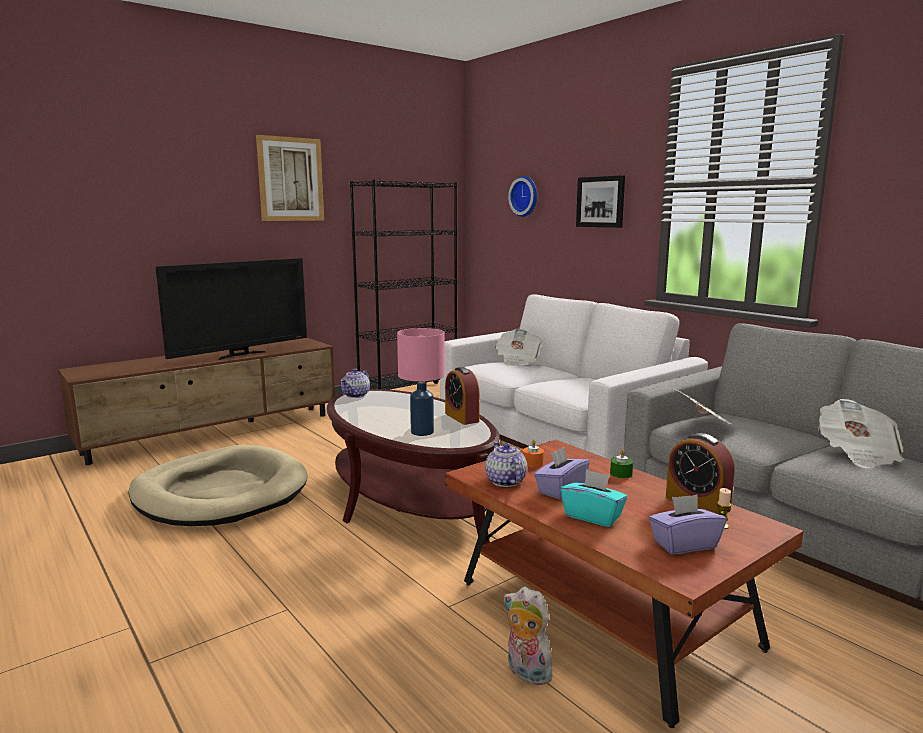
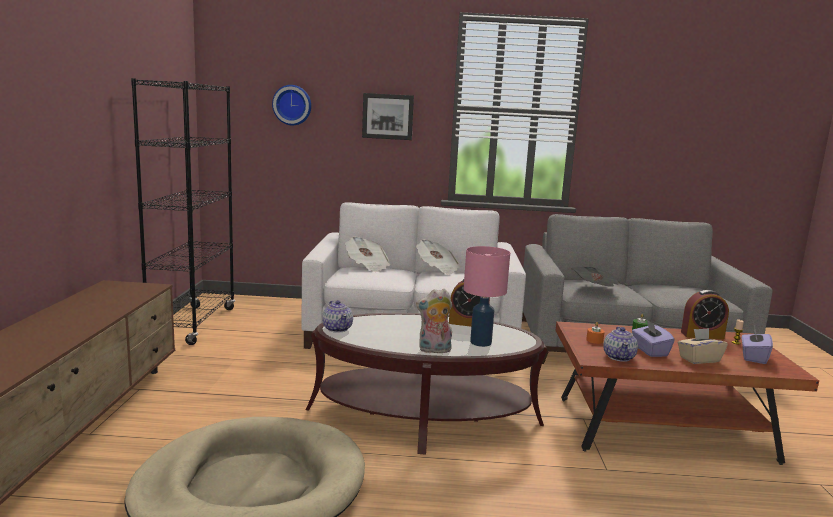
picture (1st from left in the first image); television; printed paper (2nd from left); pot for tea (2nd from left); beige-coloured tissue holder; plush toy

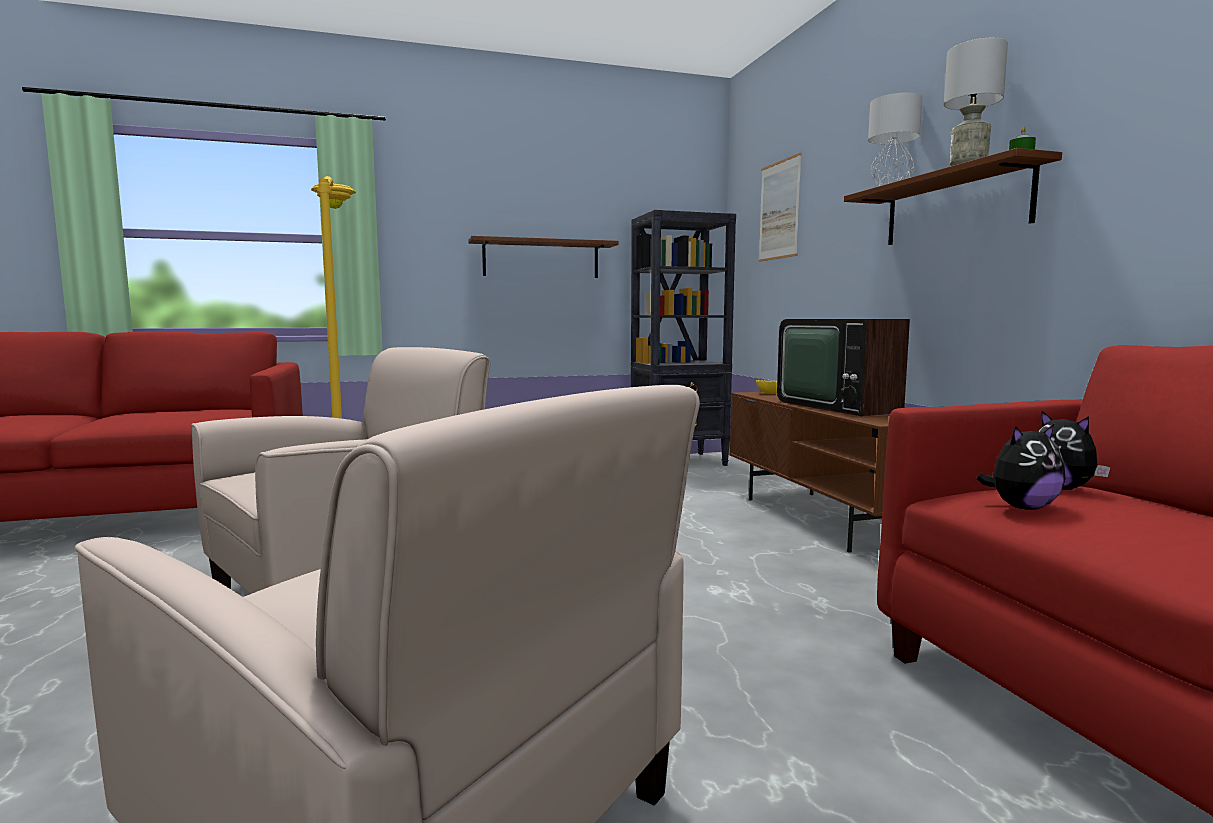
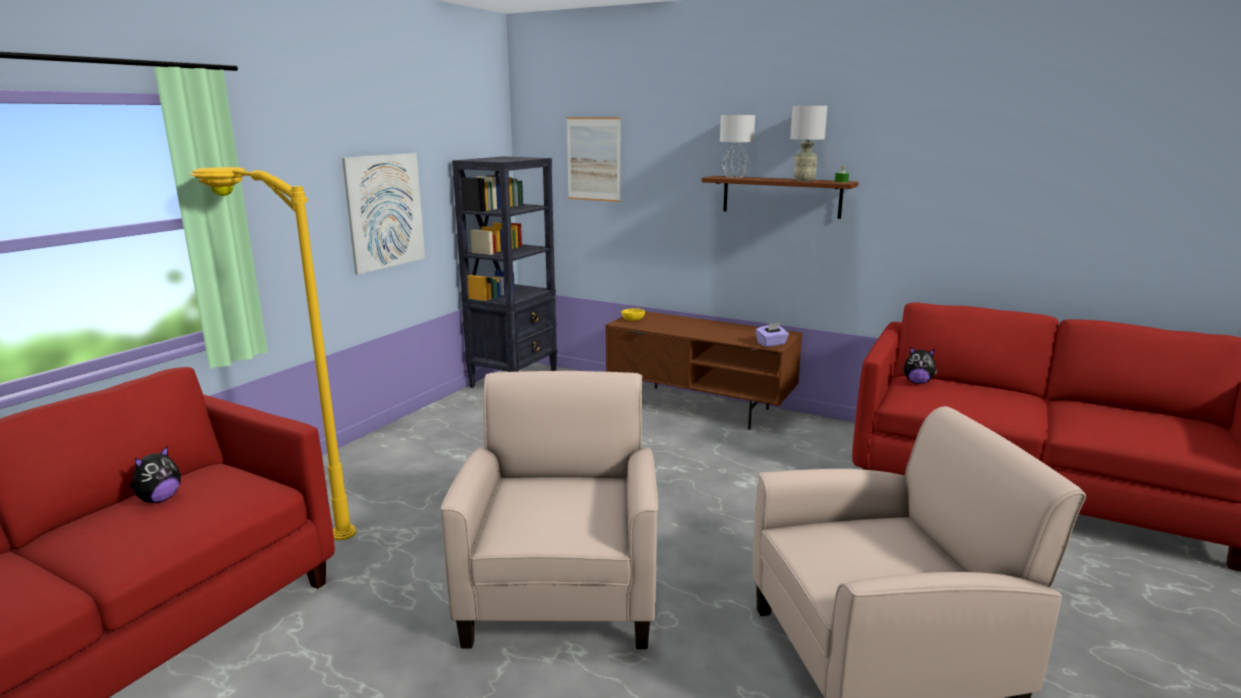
picture (1st from left); television; plush toy (1st from left); purplish tissue holder

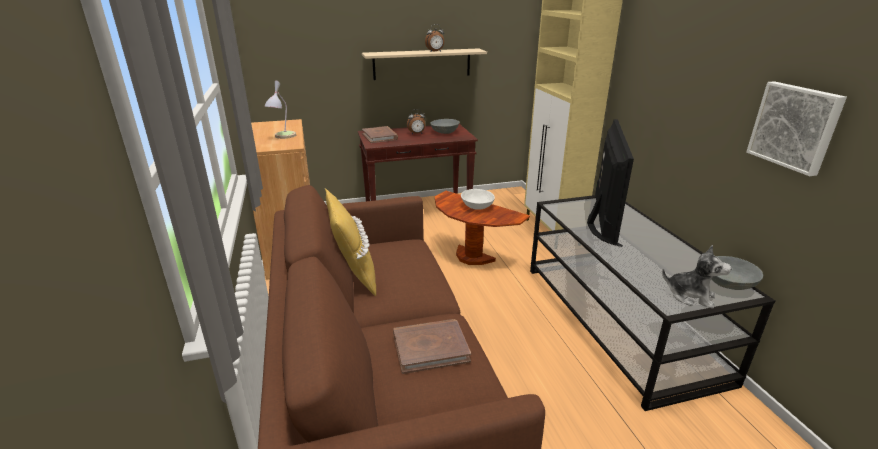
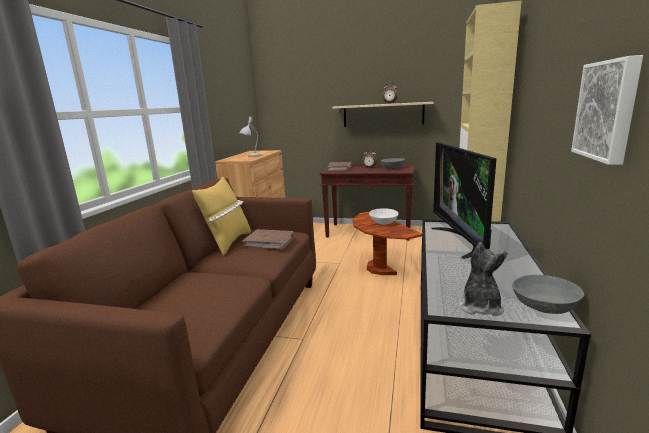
television; plush toy; brownish bound book (1st from left)

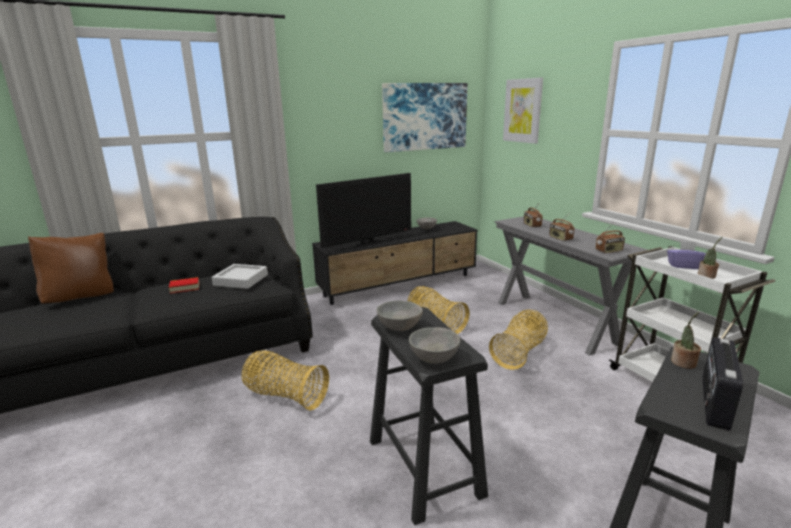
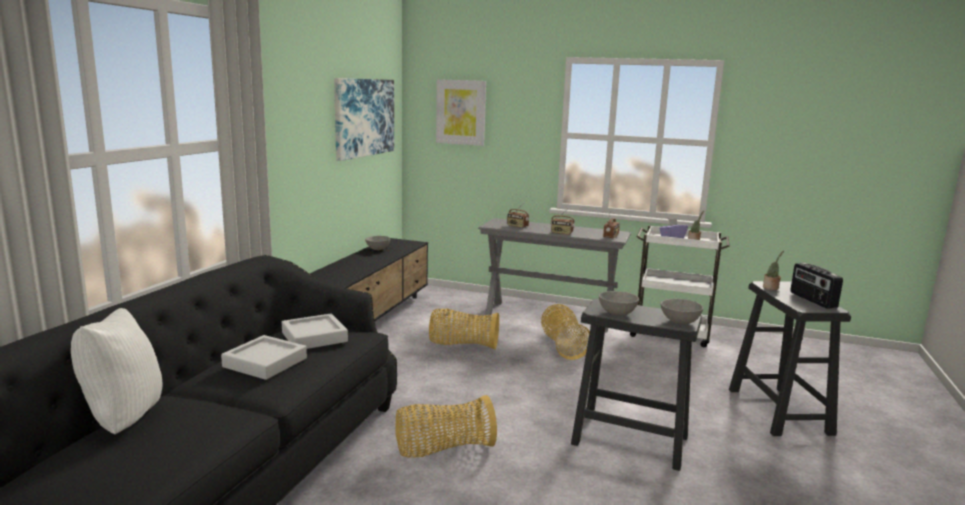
television; white pillow; grey tray (1st from left)

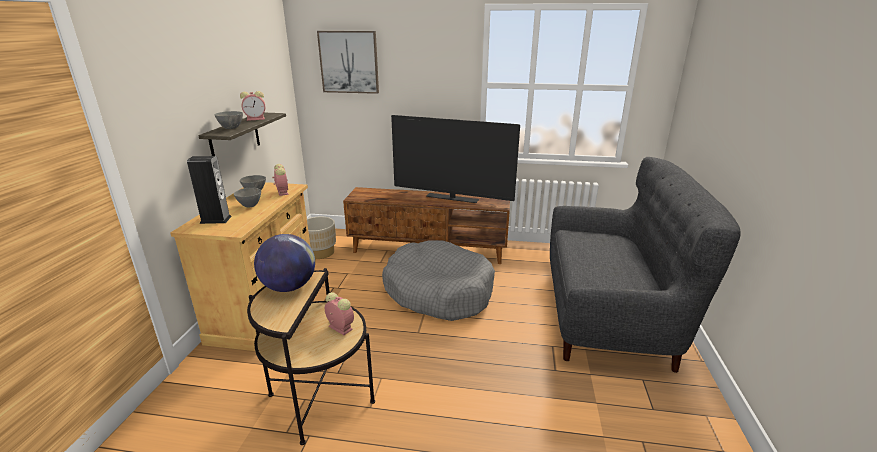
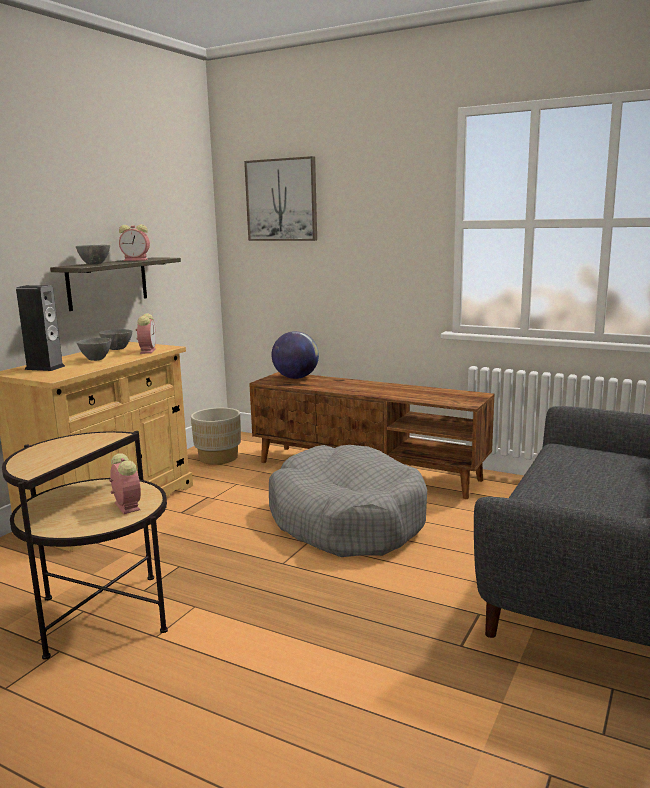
television; desk globe

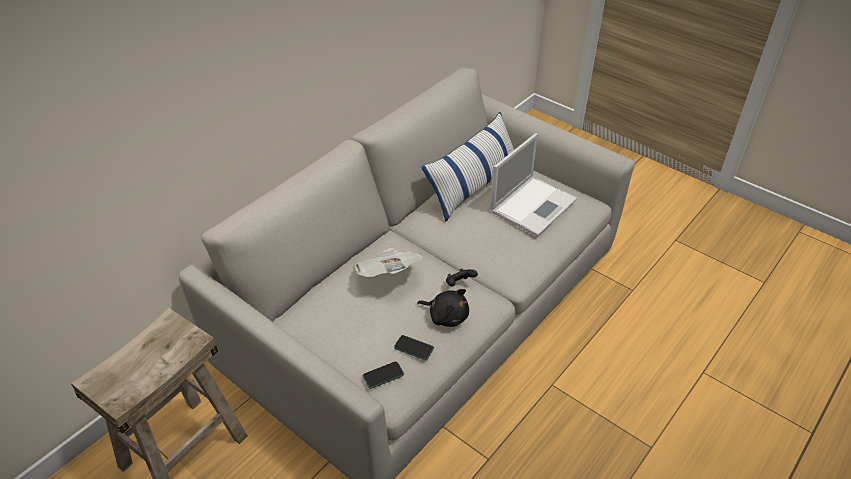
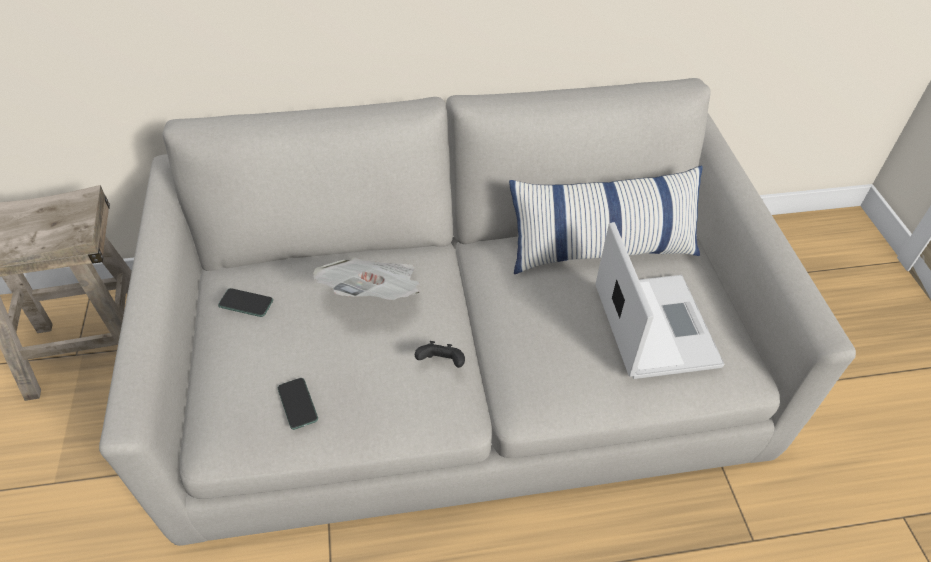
laptop; blackish plush toy; telephone (1st from left)

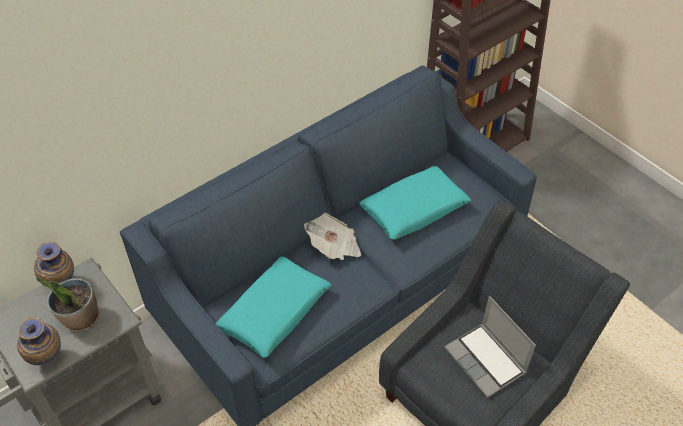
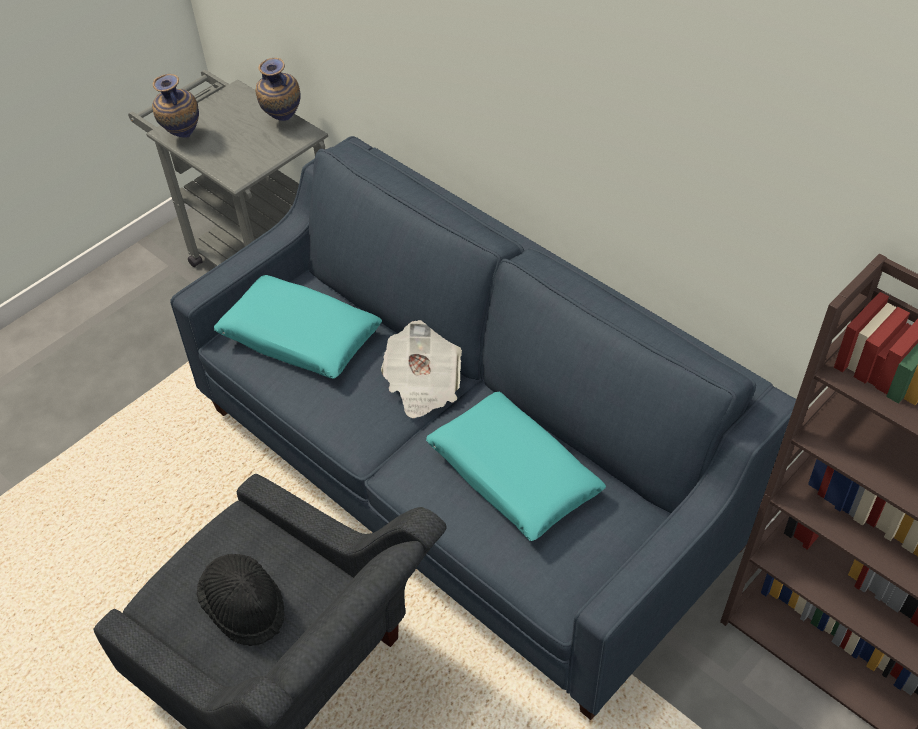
houseplant; blackish hat

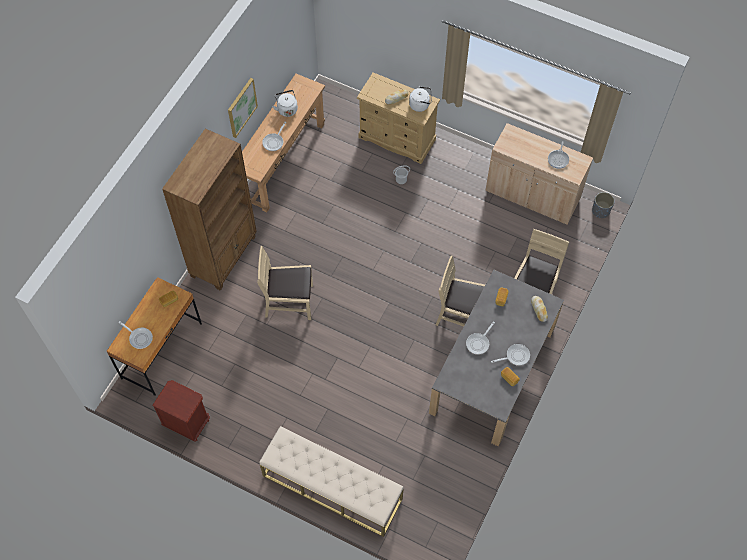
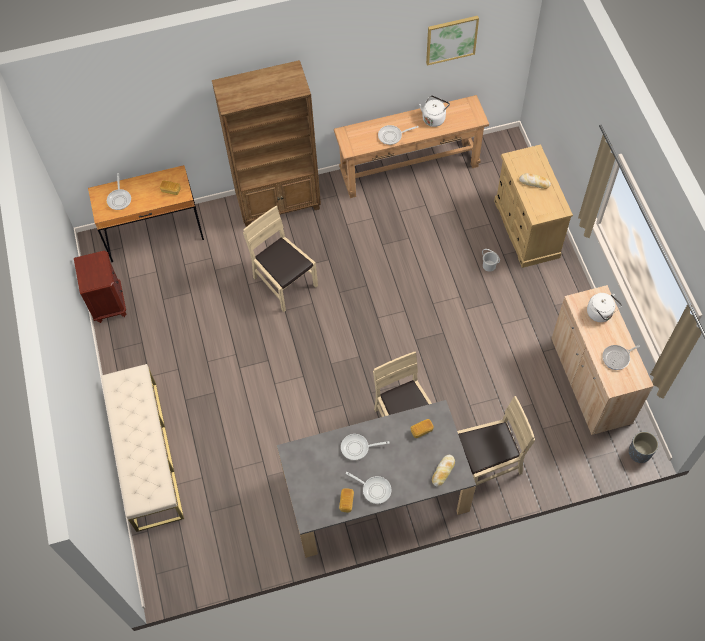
picture; white kettle (2nd from left)

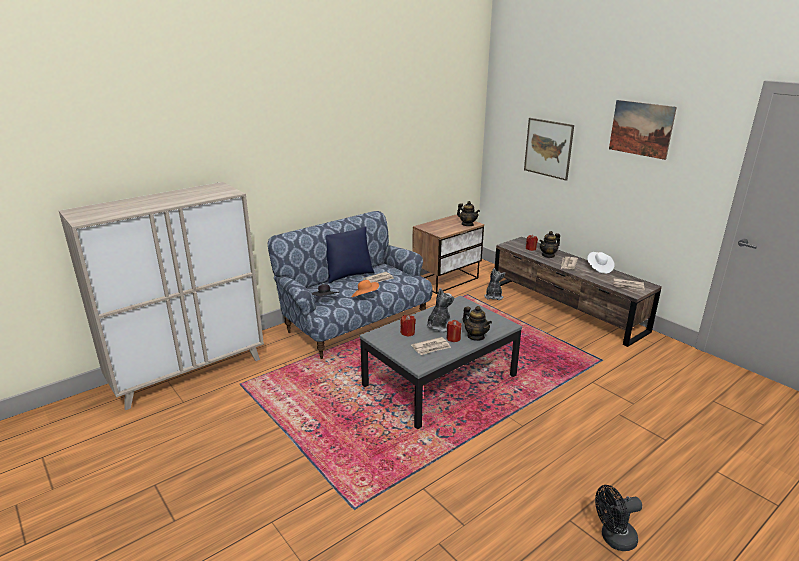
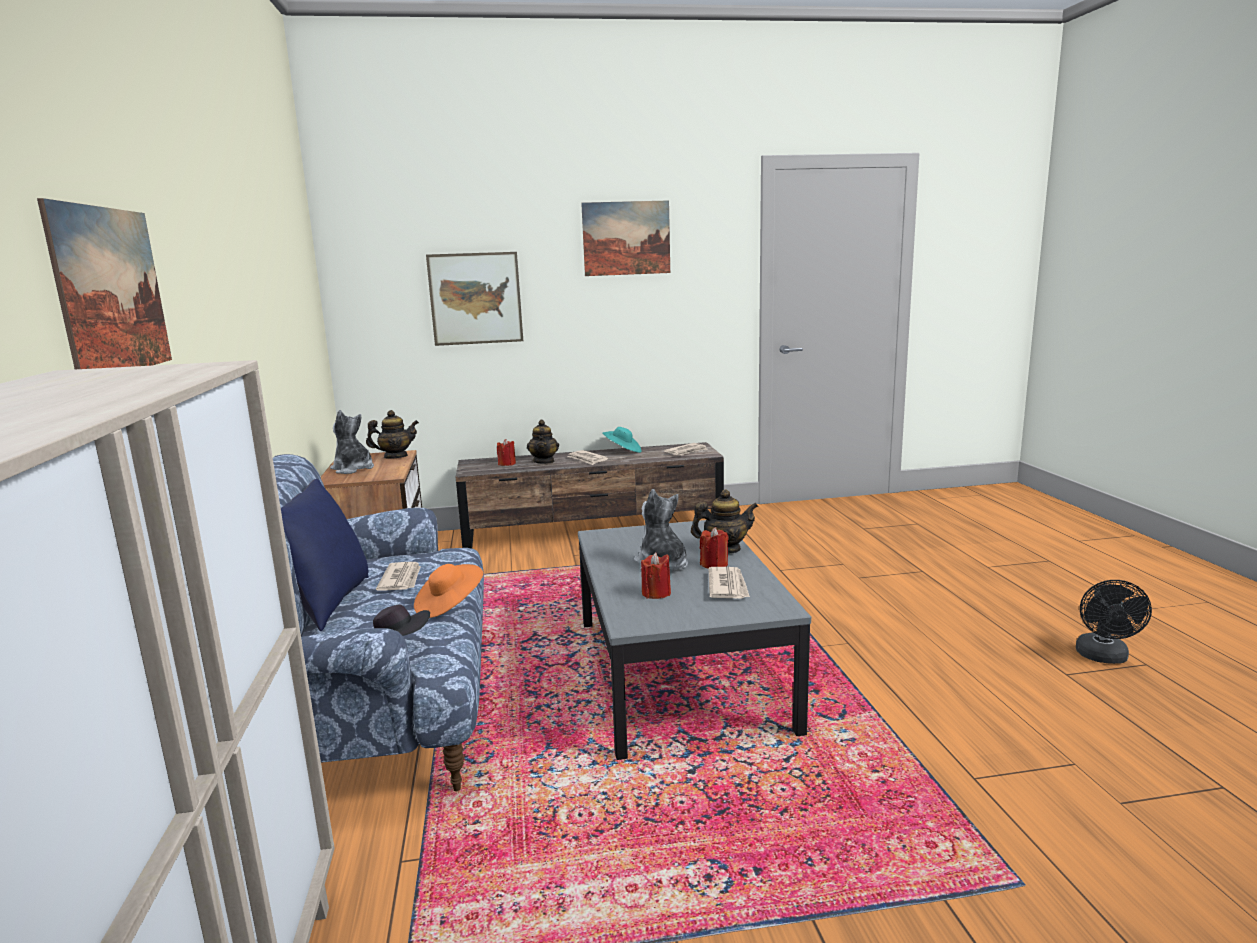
blue-green hat; plush toy (1st from left); picture (1st from left)

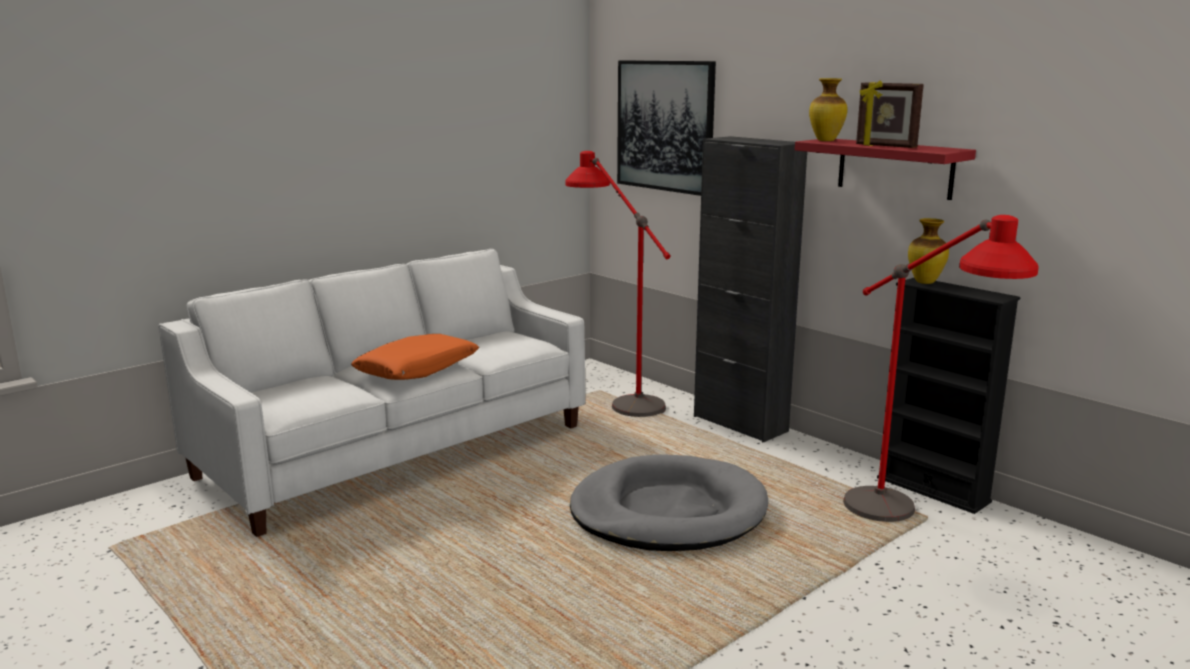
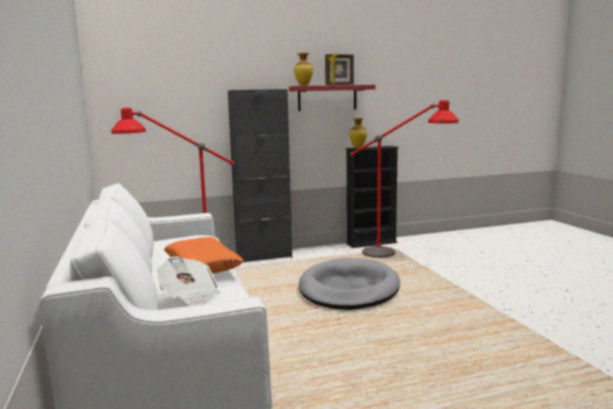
picture; printed paper

